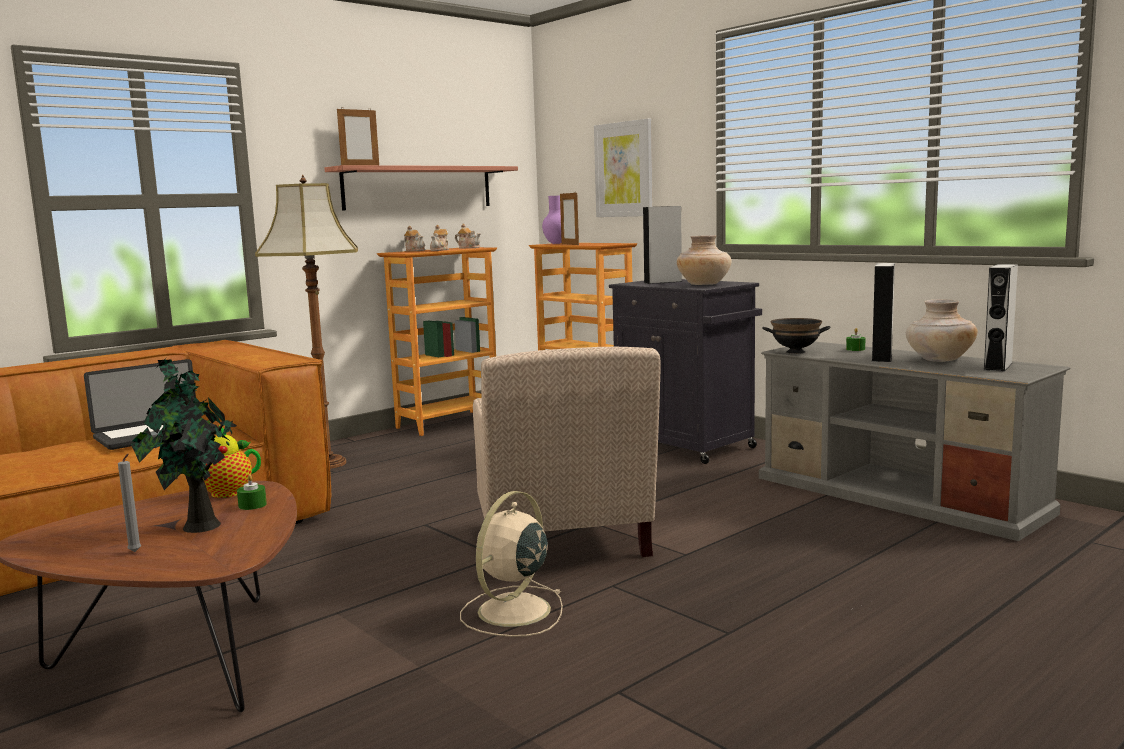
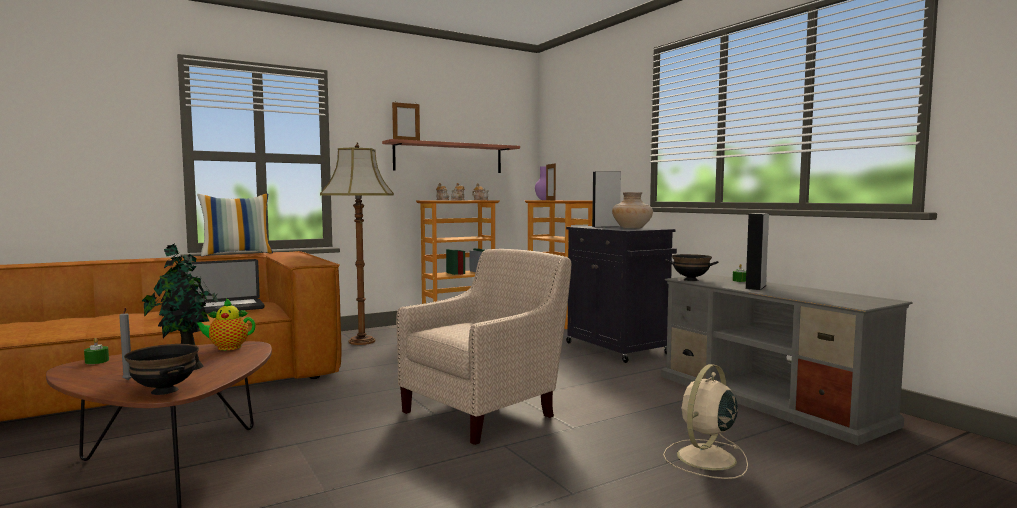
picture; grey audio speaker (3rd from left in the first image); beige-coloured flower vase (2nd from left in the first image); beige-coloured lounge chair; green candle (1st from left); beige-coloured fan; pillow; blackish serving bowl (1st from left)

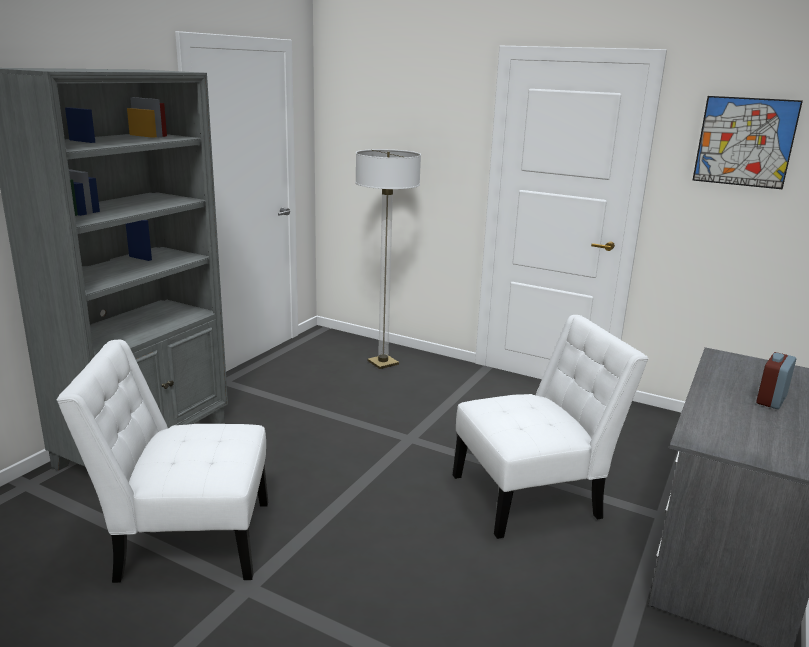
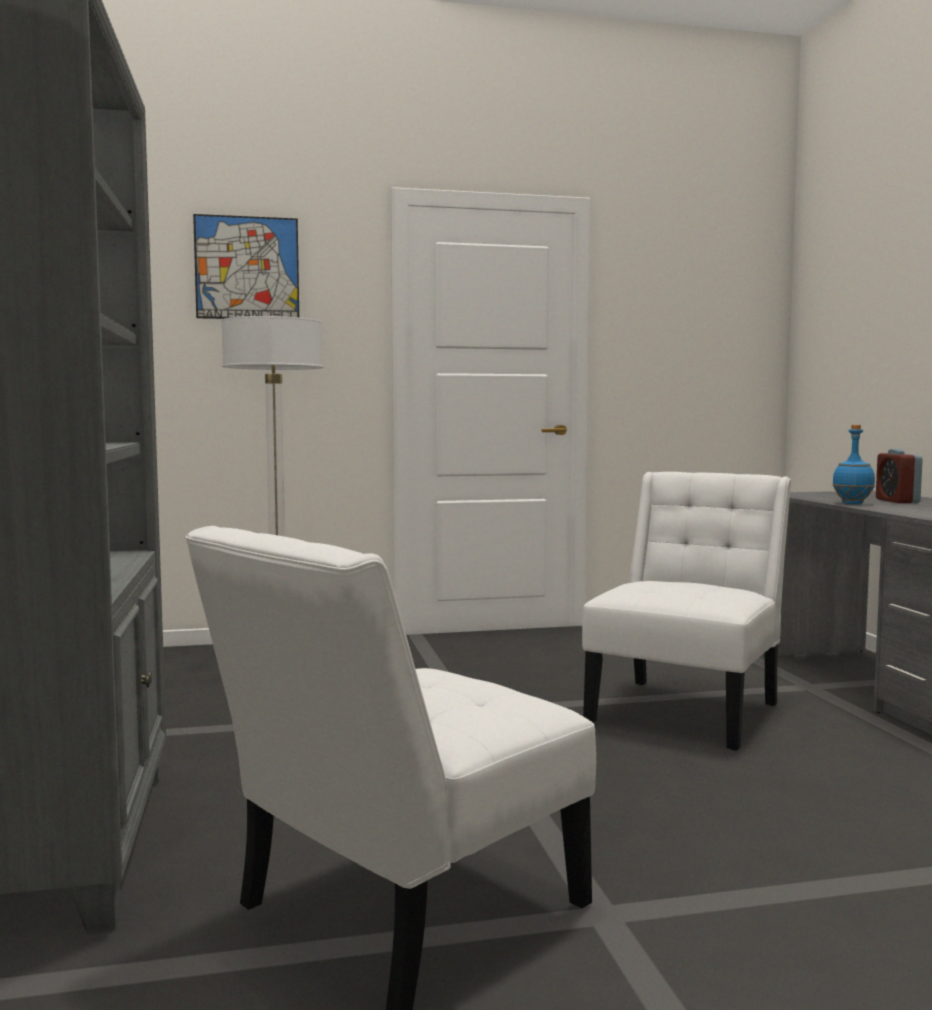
picture; bluish drink bottle

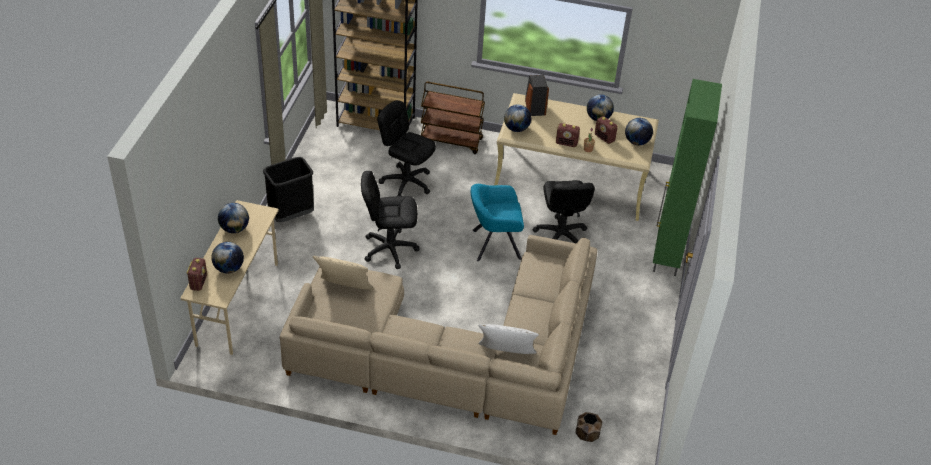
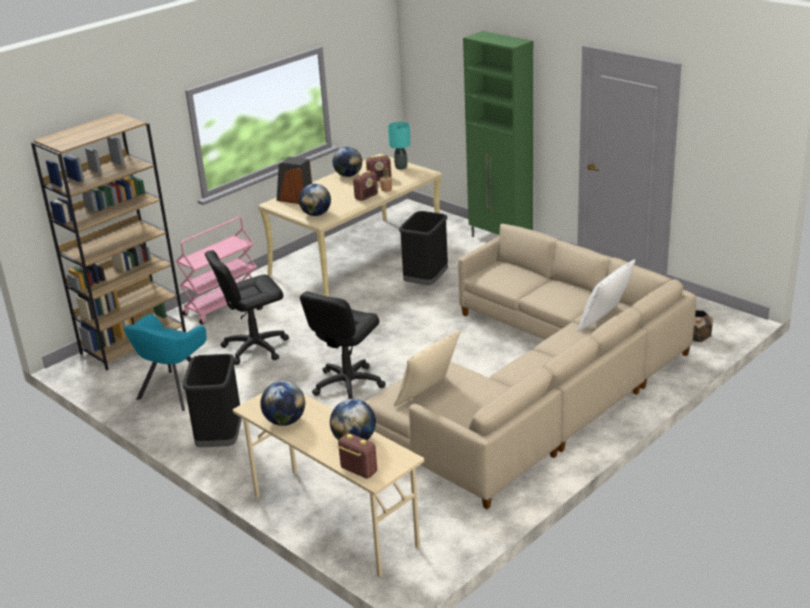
pinkish cart; blue-green table lamp; blackish trash can (2nd from left); blue-green lounge chair

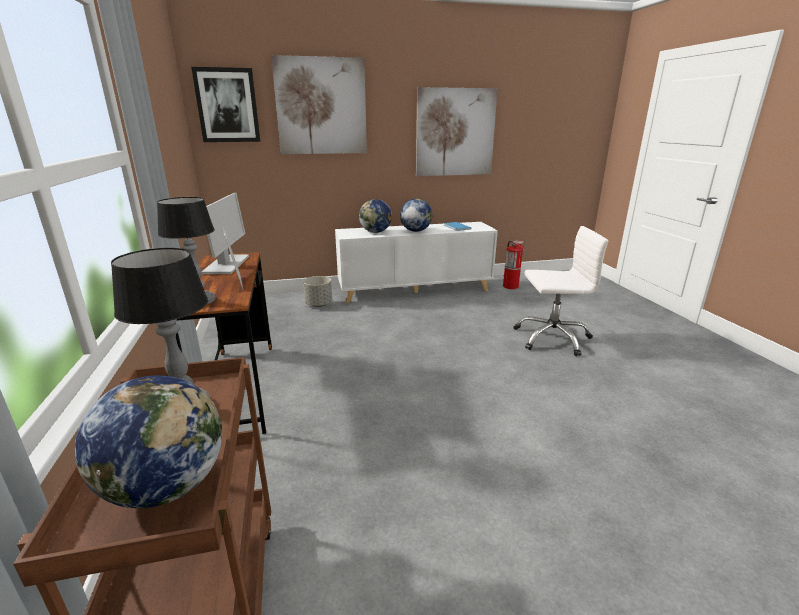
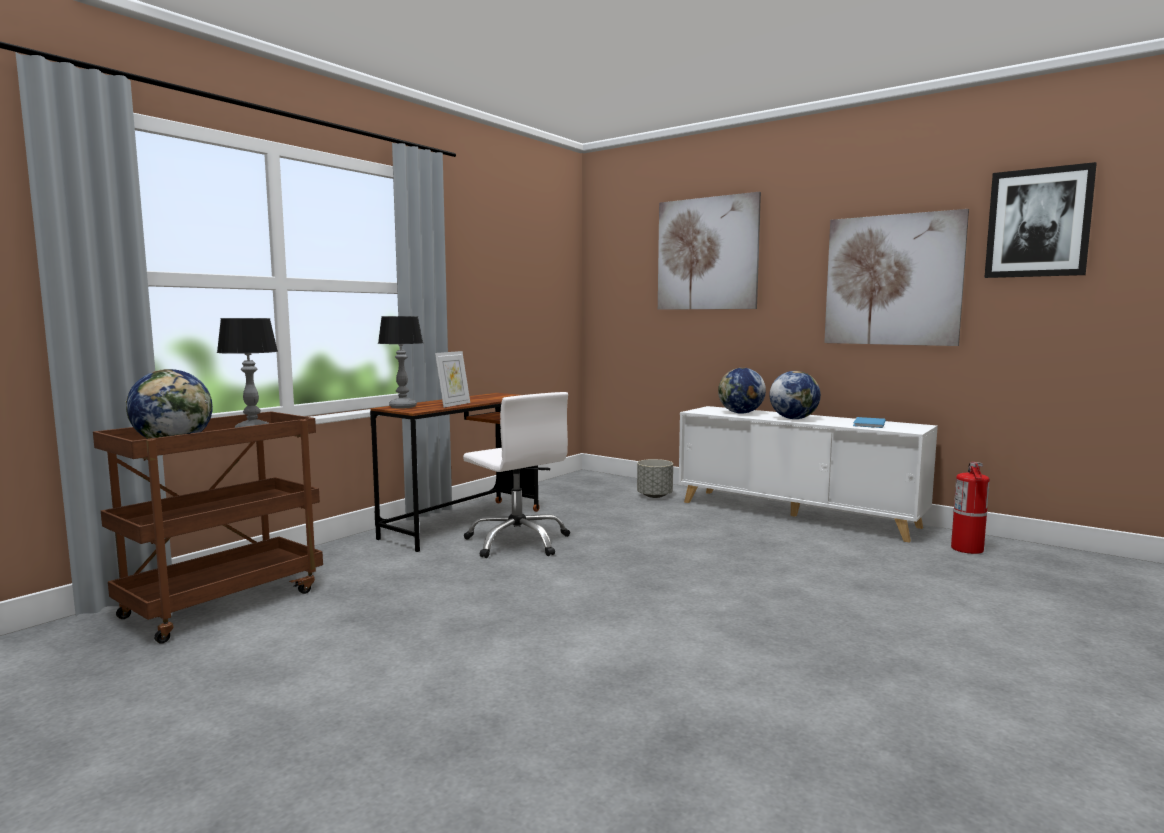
picture (3rd from left); computer display; white office chair

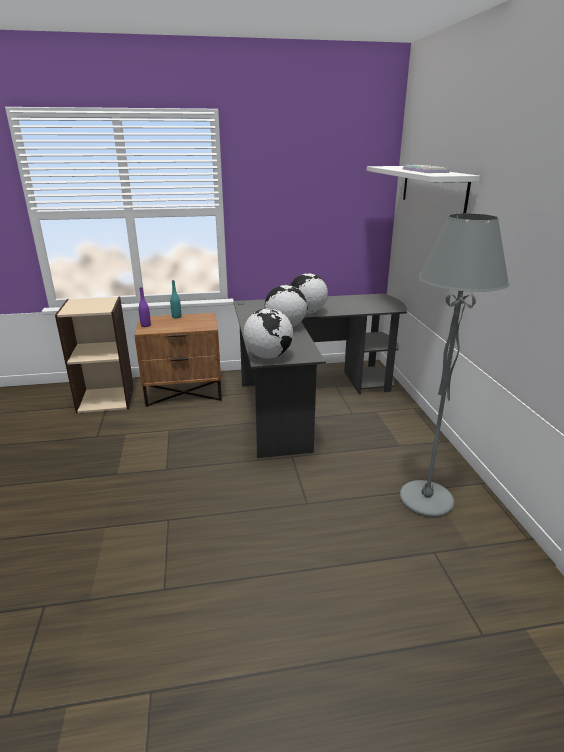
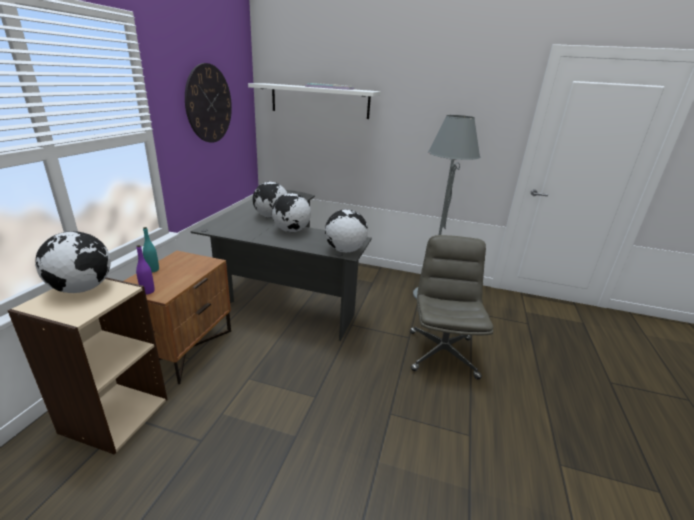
clock on the wall; desk globe (1st from left); grey office chair

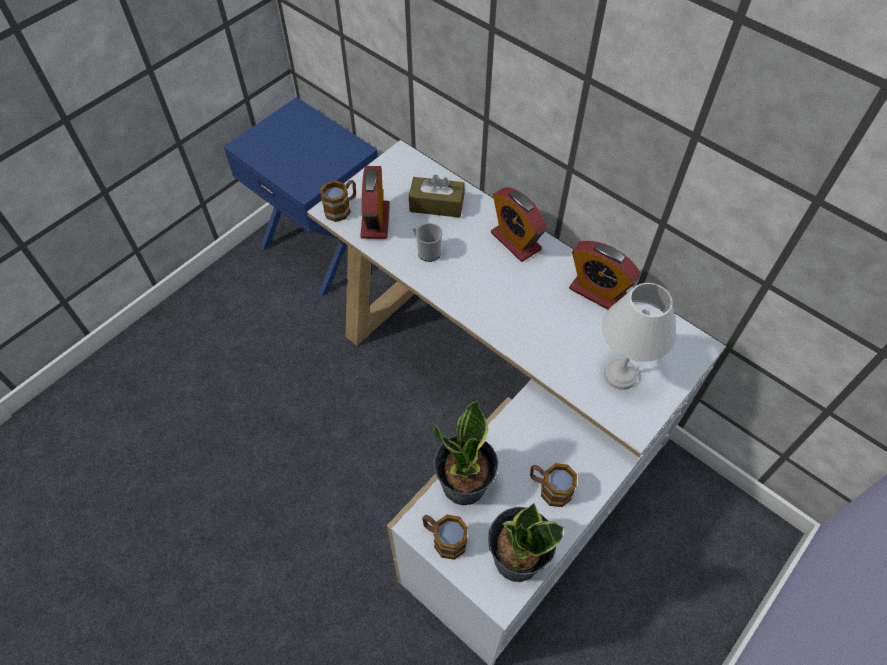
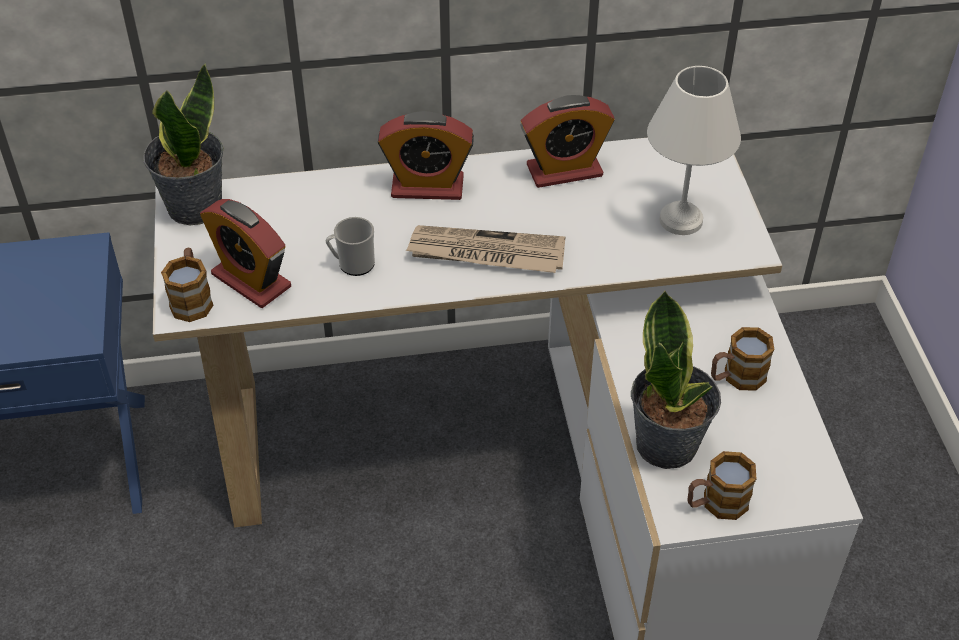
brownish tissue holder; houseplant (1st from left); printed paper

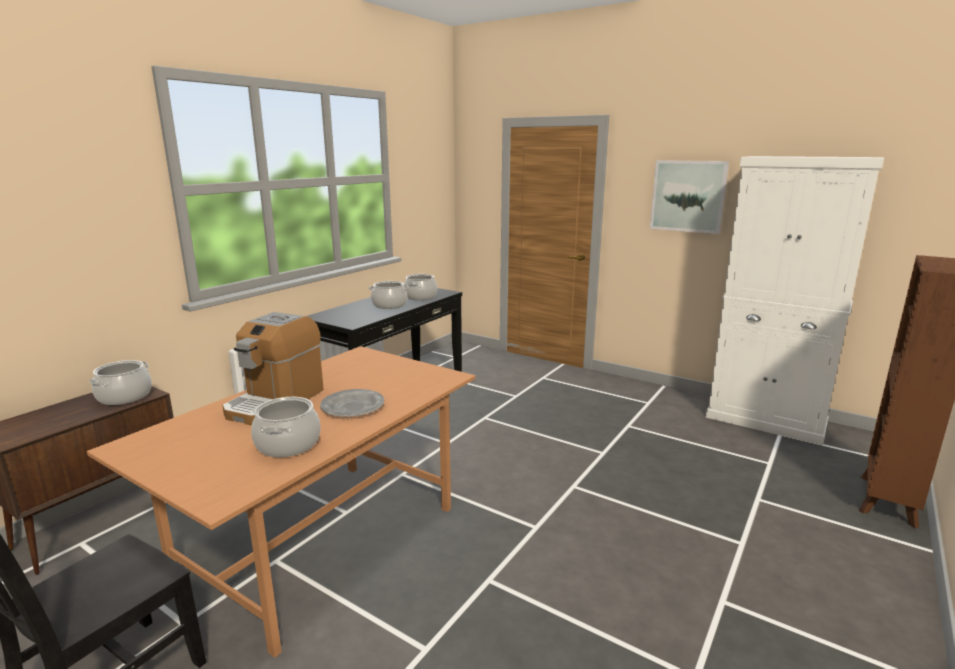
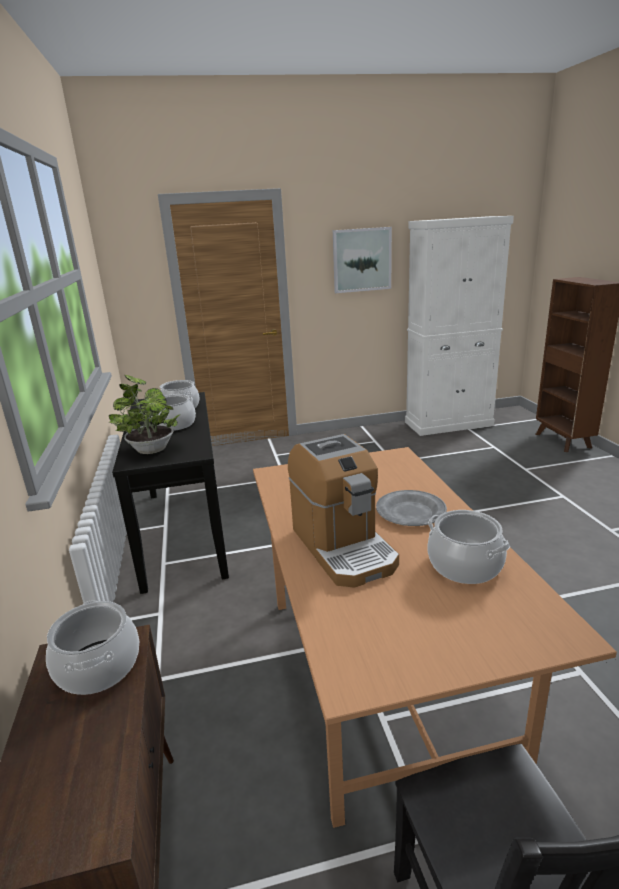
houseplant

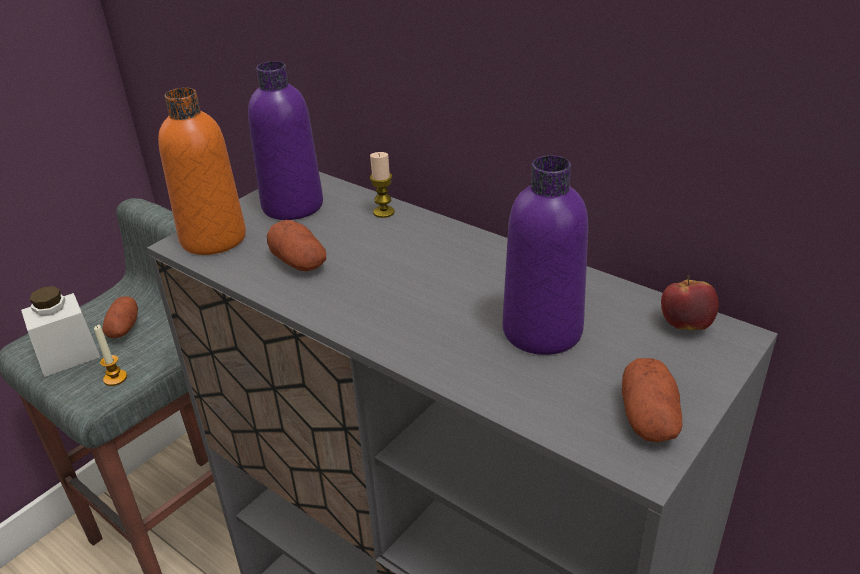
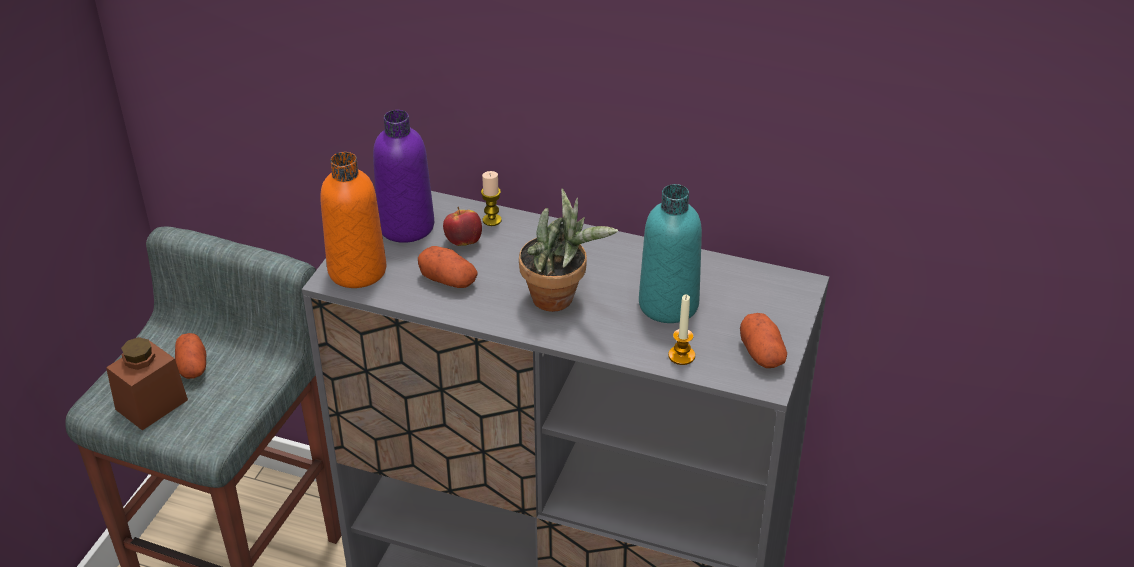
blue-green drink bottle; apple; brownish jar; candle (2nd from left); houseplant

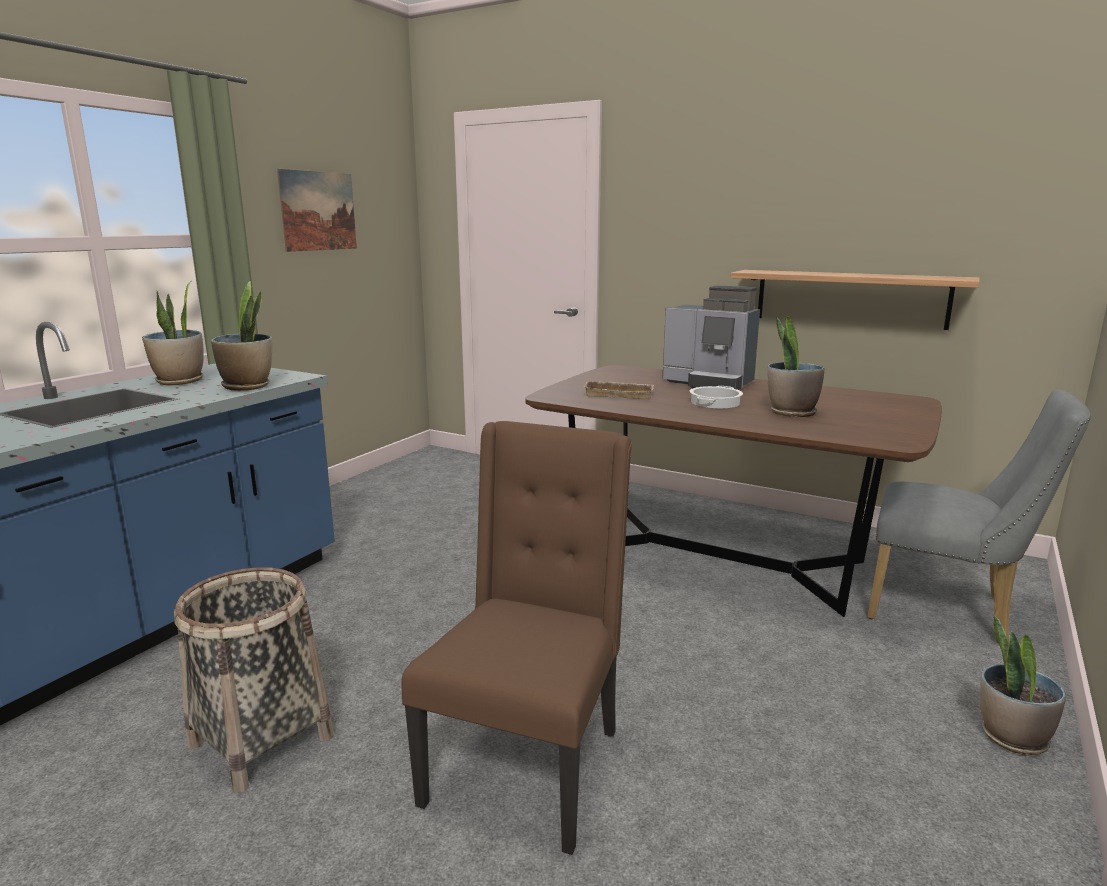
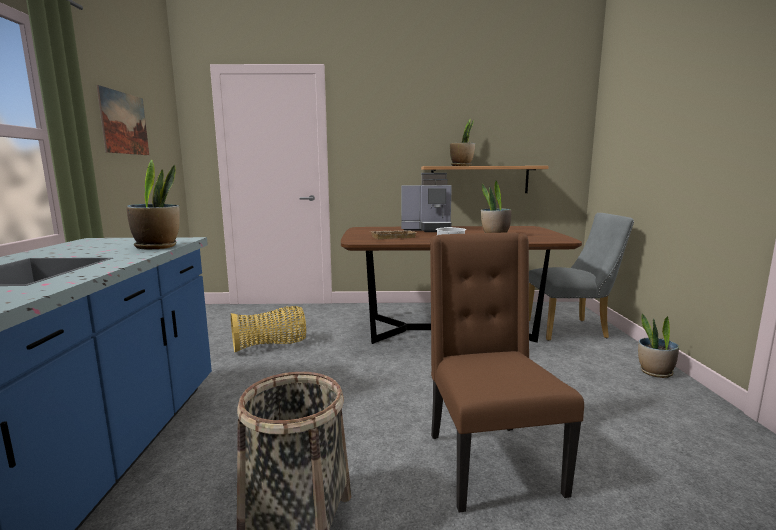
houseplant (2nd from left); basket (1st from left)

